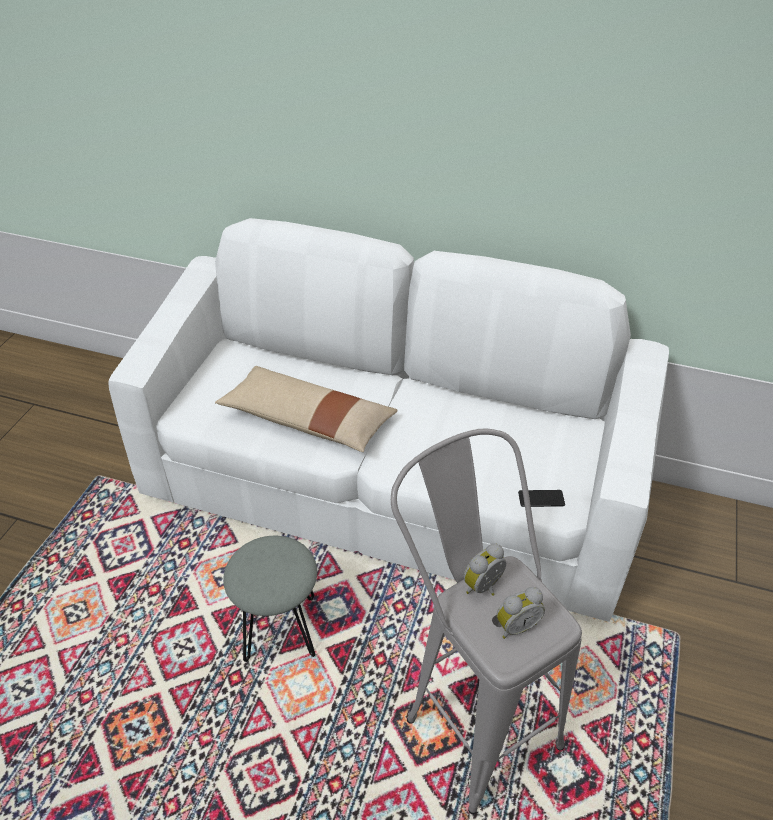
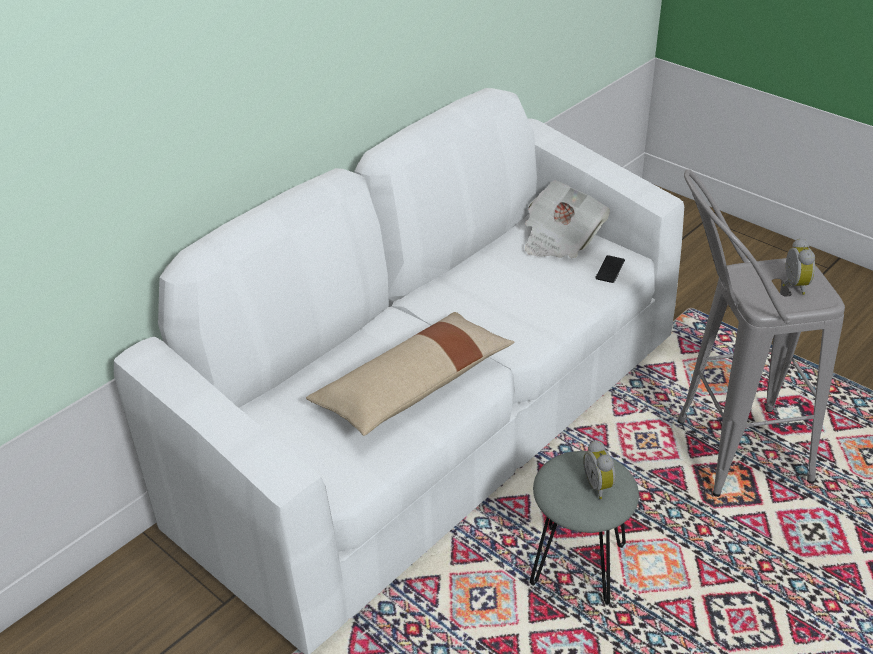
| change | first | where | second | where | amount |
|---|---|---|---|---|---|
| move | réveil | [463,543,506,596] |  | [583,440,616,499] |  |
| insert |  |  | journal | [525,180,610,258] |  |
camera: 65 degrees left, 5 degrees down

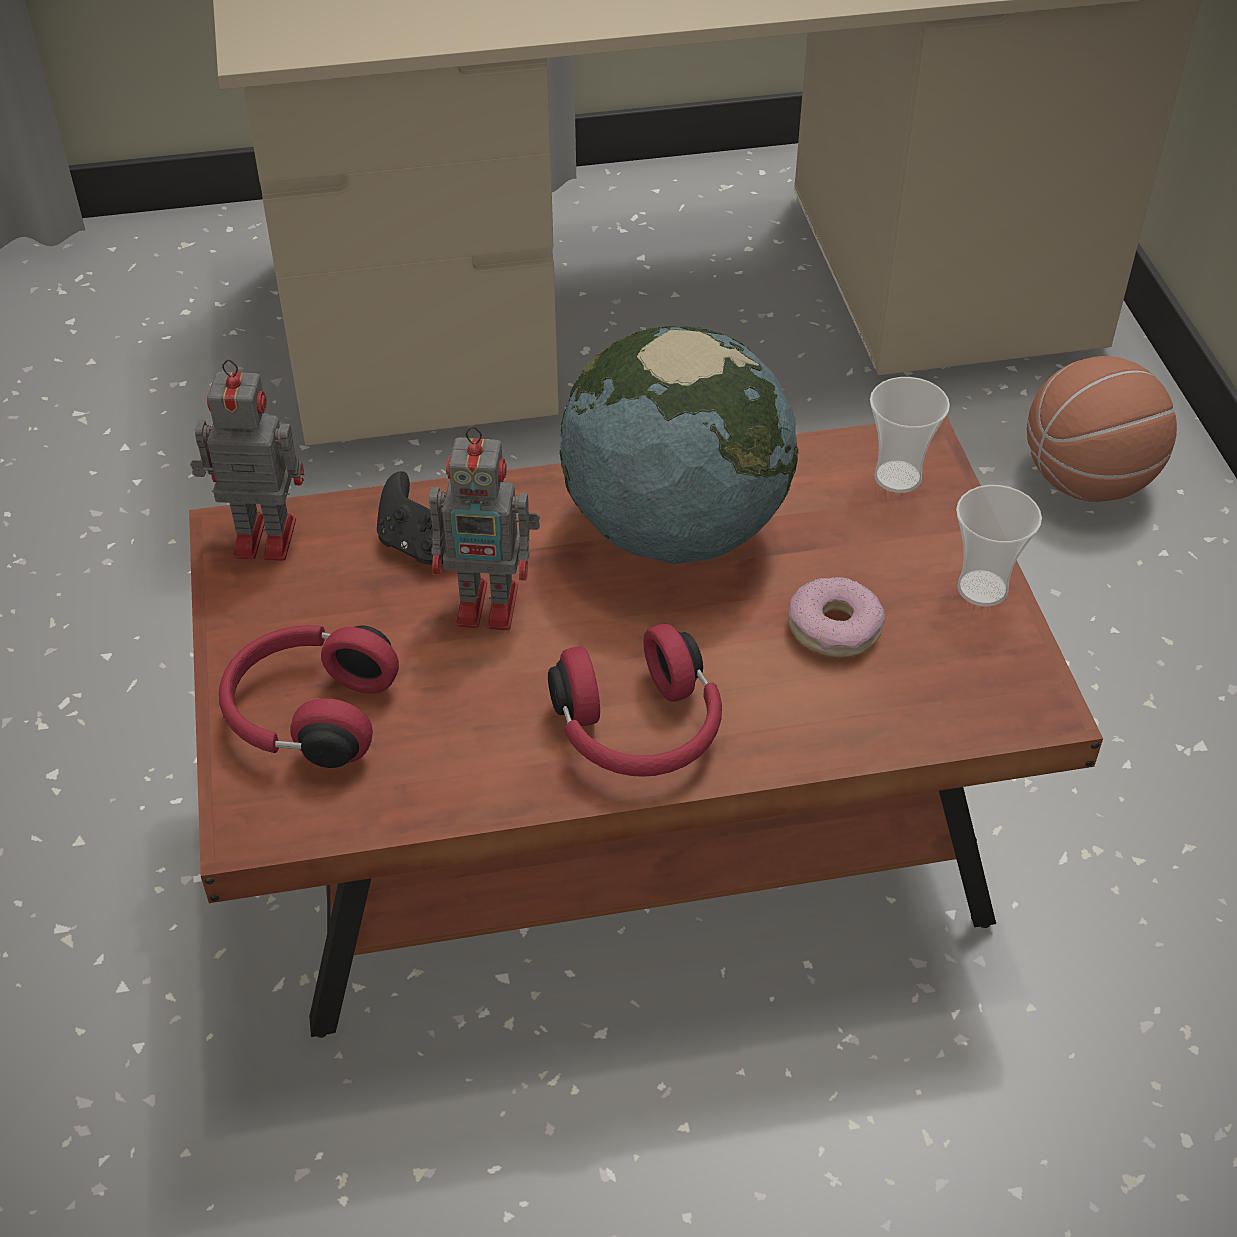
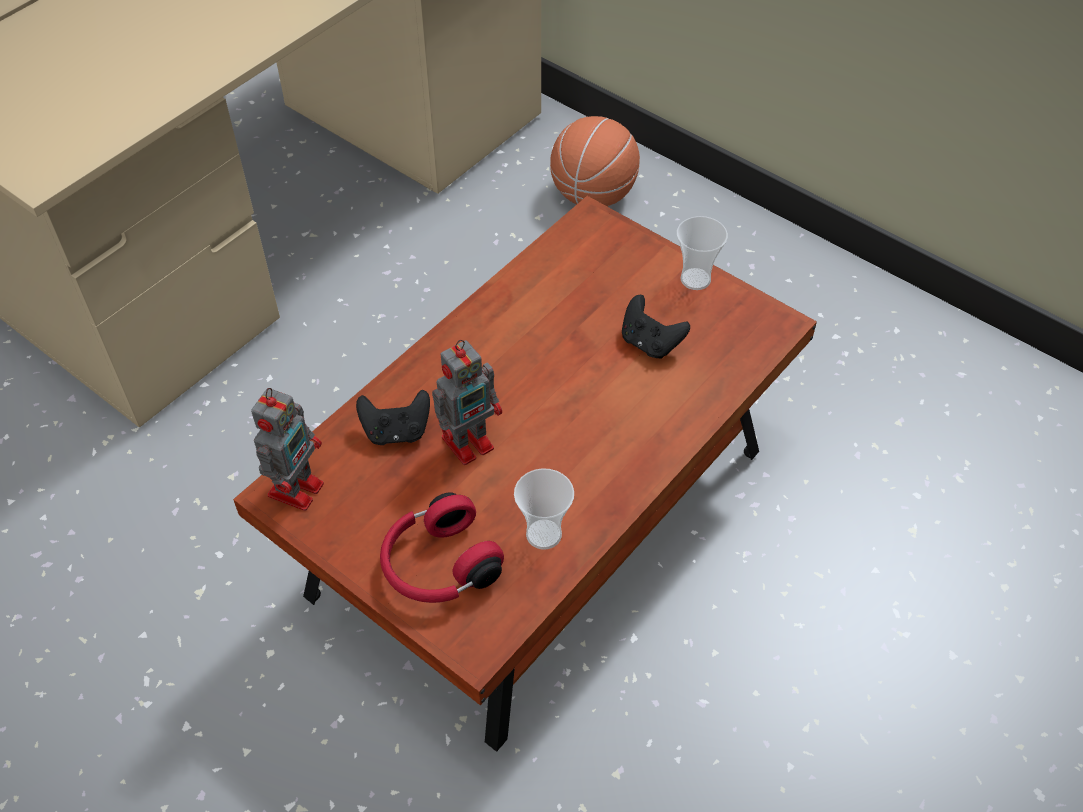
| change | first | where | second | where | amount |
|---|---|---|---|---|---|
| rotate | robot jouet | [190,359,305,561] |  | [251,388,324,511] | 150 degrees clockwise |
| delete | casque audio/rouge | [548,624,722,777] |  |  |  |
| delete | globe | [559,326,799,564] |  |  |  |
| replace | beignet | [788,577,885,658] | manette/noir | [622,295,690,359] |  |
| move | tasse | [870,377,950,493] |  | [514,468,574,550] |  |
camera: 40 degrees left, 5 degrees up

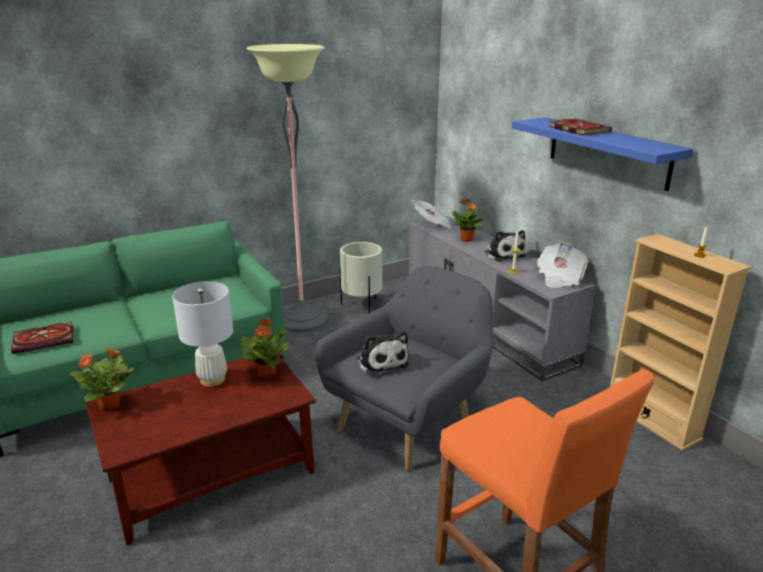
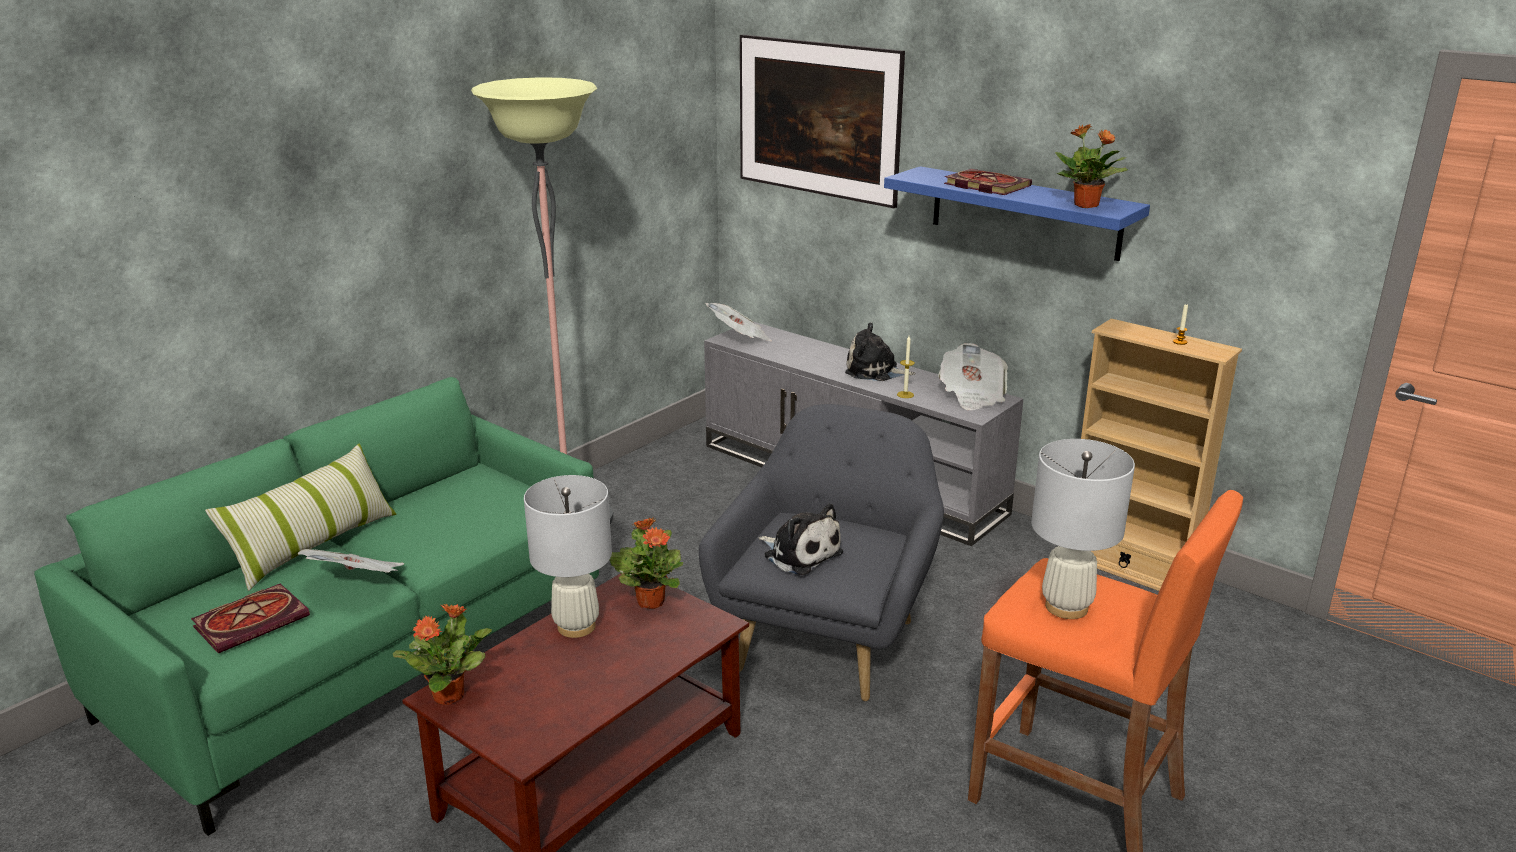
| change | first | where | second | where | amount |
|---|---|---|---|---|---|
| delete | cache-pot/beige | [340,242,382,313] |  |  |  |
| move | plante en pot | [452,199,487,242] |  | [1055,124,1128,208] |  |
| rotate | peluche | [485,230,526,262] |  | [845,322,916,381] | 150 degrees clockwise |
| insert |  |  | coussin | [205,444,396,591] |  |
| insert |  |  | journal | [298,549,405,573] |  |
| insert |  |  | tableau | [740,34,905,208] |  |
| insert |  |  | lampe de table/blanc | [1031,439,1135,619] |  |
camera: 20 degrees left, 0 degrees up

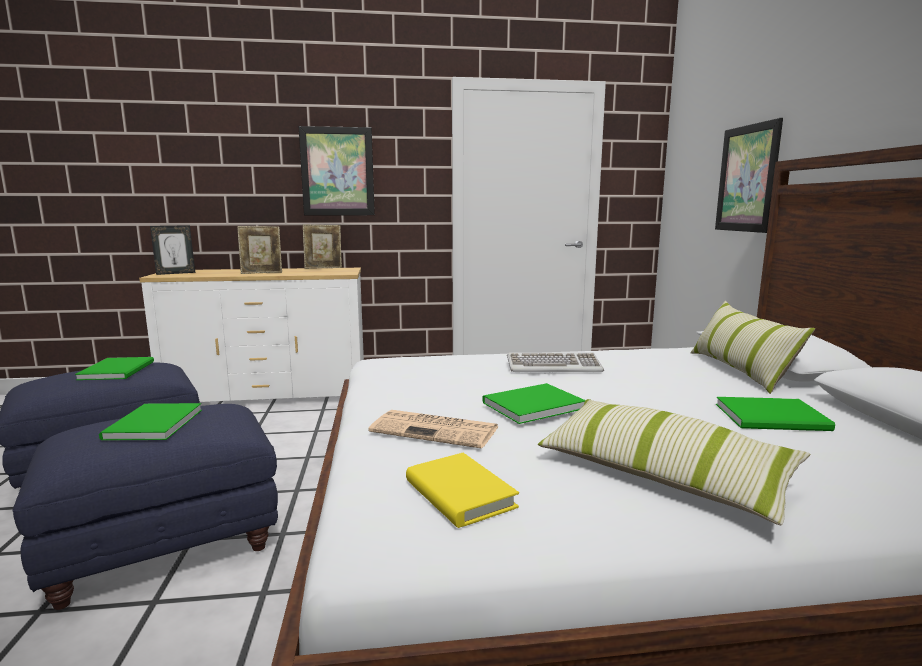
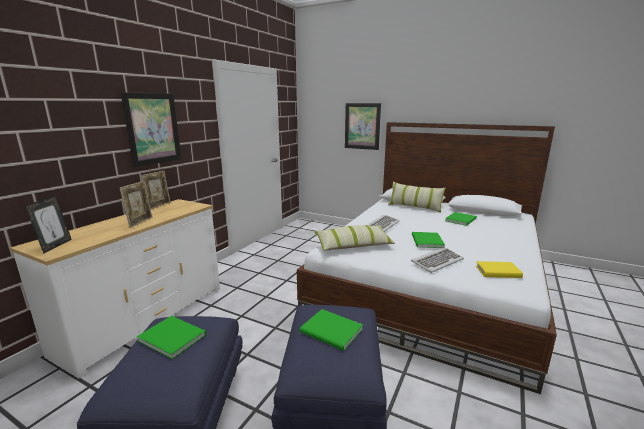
| change | first | where | second | where | amount |
|---|---|---|---|---|---|
| replace | journal | [368,410,499,449] | clavier | [411,248,464,273] |  |
| move | coussin | [538,399,810,525] |  | [314,225,395,251] |  |
camera: 55 degrees left, 5 degrees up

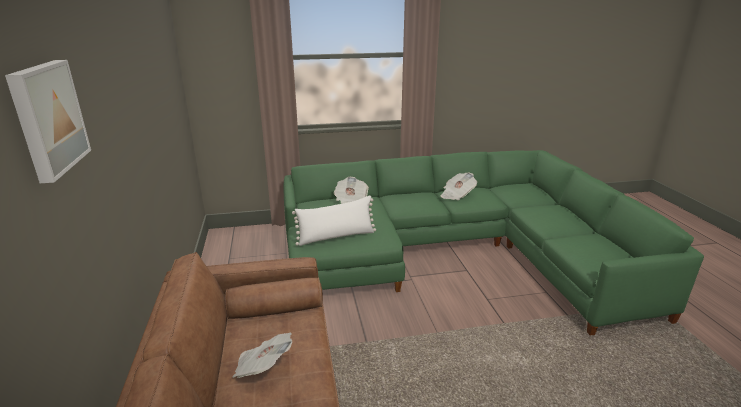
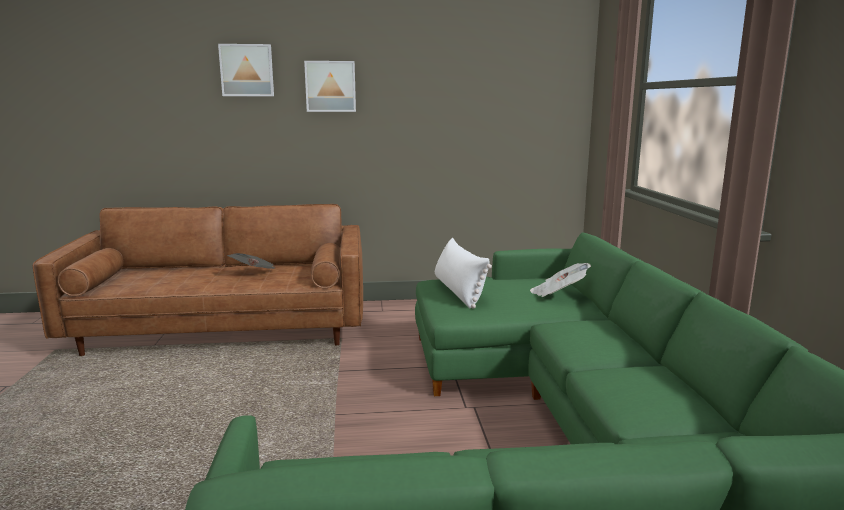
| change | first | where | second | where | amount |
|---|---|---|---|---|---|
| delete | journal | [441,173,477,200] |  |  |  |
| insert |  |  | tableau | [304,61,356,112] |  |
camera: 95 degrees right, 10 degrees down

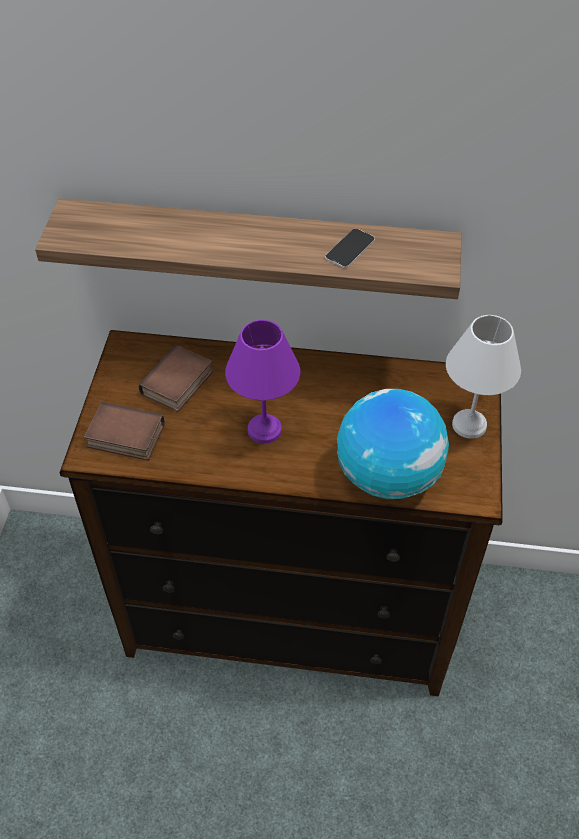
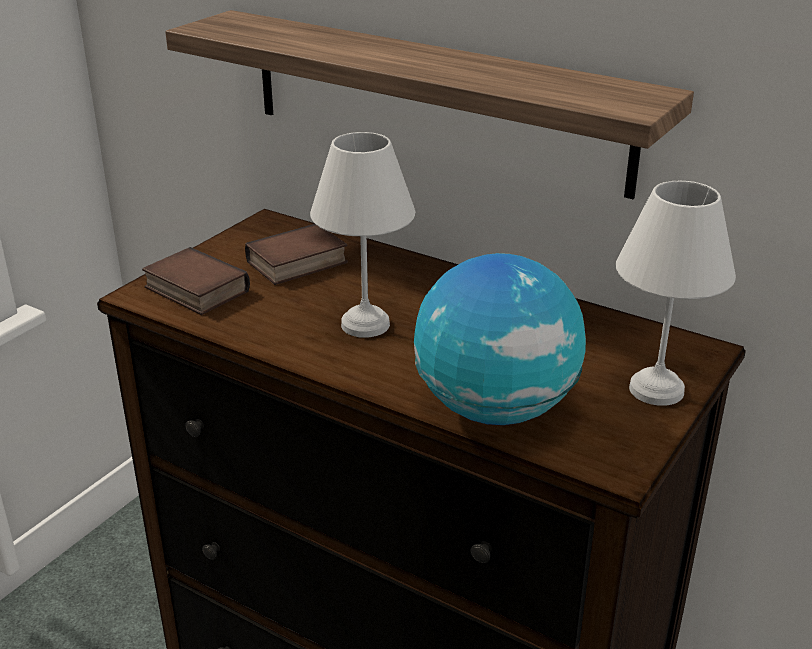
| change | first | where | second | where | amount |
|---|---|---|---|---|---|
| recolor | lampe de table/violet | [225,320,300,444] | lampe de table/blanc | [310,132,415,338] |  |
| delete | téléphone | [325,228,375,268] |  |  |  |
camera: 25 degrees right, 20 degrees down

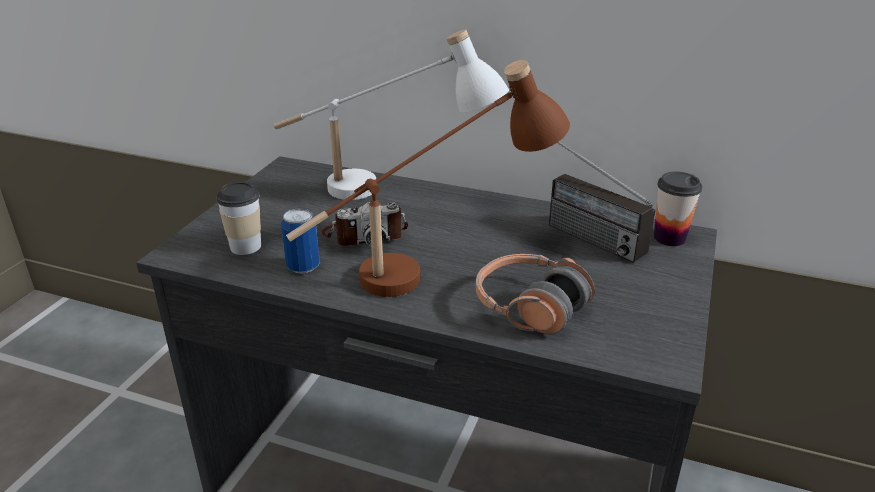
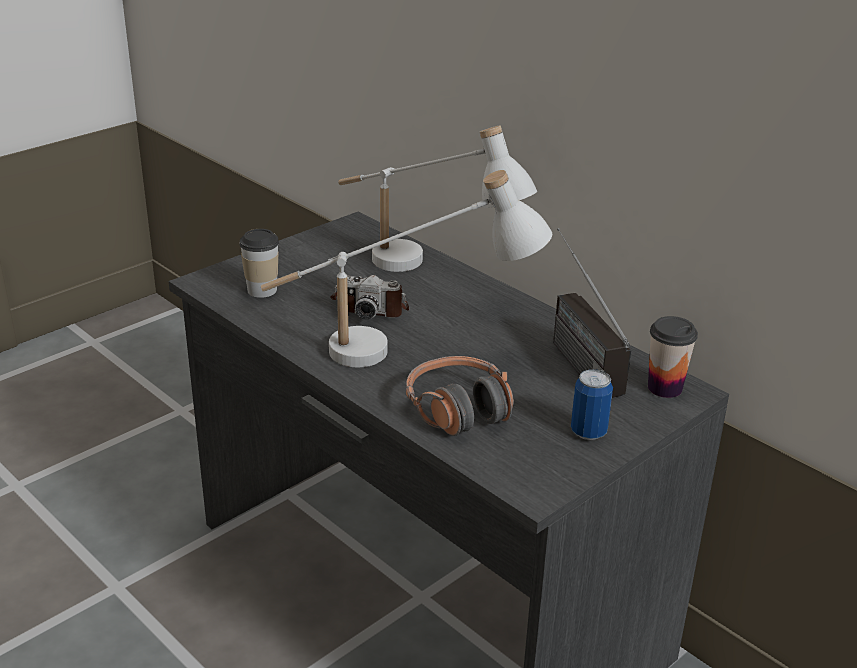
| change | first | where | second | where | amount |
|---|---|---|---|---|---|
| move | boîte métallique | [281,208,320,274] |  | [571,369,613,440] |  |
| recolor | lampe de table/marron | [286,60,570,297] | lampe de table/blanc | [261,170,552,367] |  |
camera: 25 degrees right, 0 degrees up

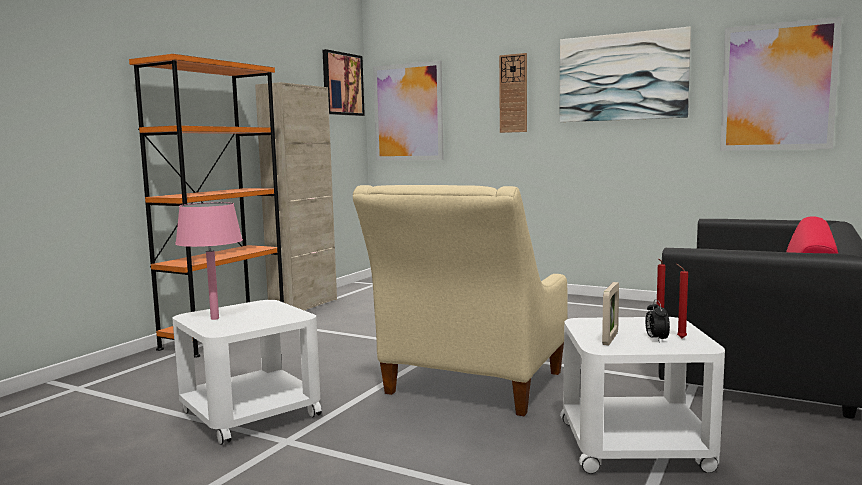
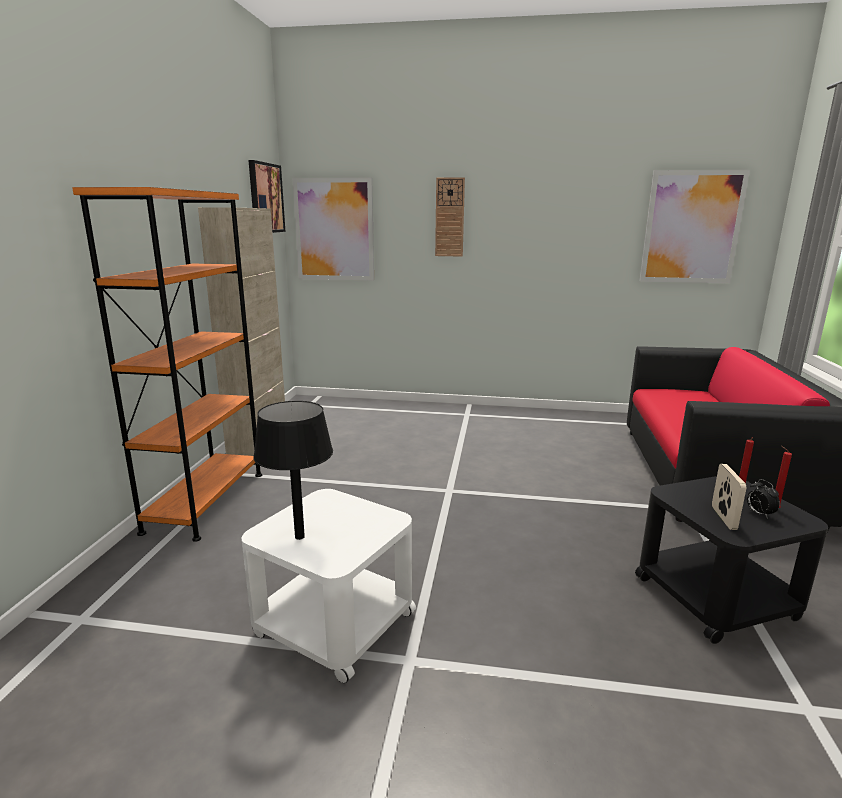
| change | first | where | second | where | amount |
|---|---|---|---|---|---|
| recolor | lampe de table/rose | [175,202,243,320] | lampe de table/noir | [253,401,333,540] |  |
| delete | fauteuil/beige | [353,185,568,416] |  |  |  |
| delete | tableau | [560,27,691,122] |  |  |  |
| recolor | table d'appoint/blanc | [560,317,725,474] | table d'appoint/noir | [635,476,828,644] |  |
camera: 20 degrees left, 10 degrees up

